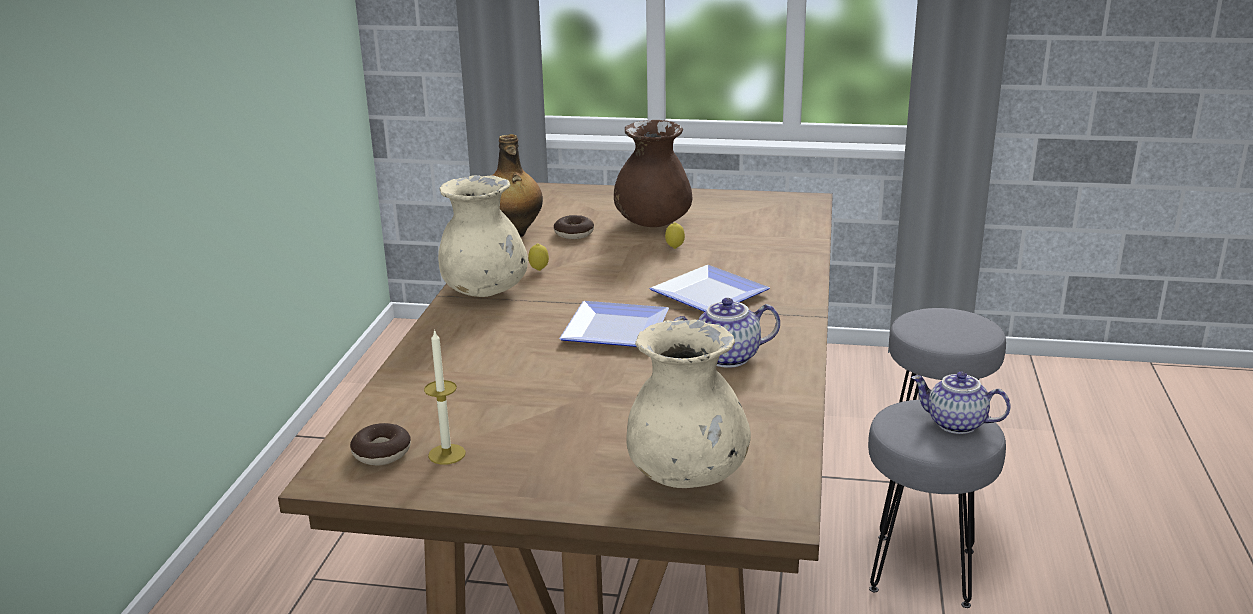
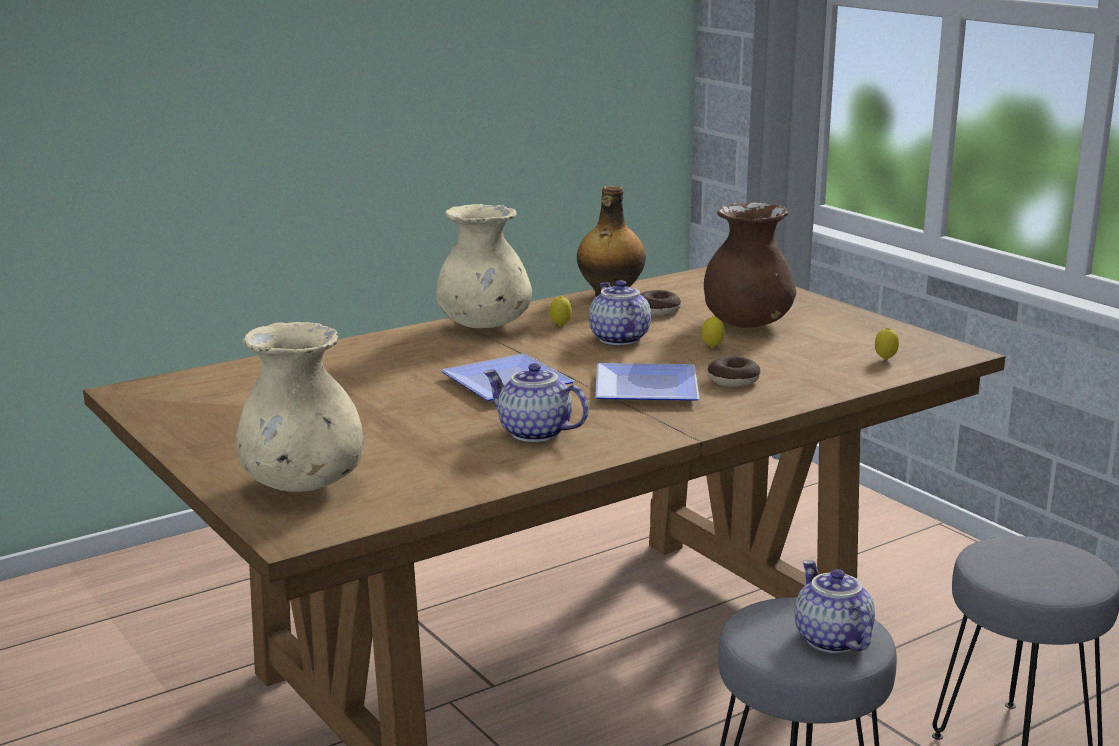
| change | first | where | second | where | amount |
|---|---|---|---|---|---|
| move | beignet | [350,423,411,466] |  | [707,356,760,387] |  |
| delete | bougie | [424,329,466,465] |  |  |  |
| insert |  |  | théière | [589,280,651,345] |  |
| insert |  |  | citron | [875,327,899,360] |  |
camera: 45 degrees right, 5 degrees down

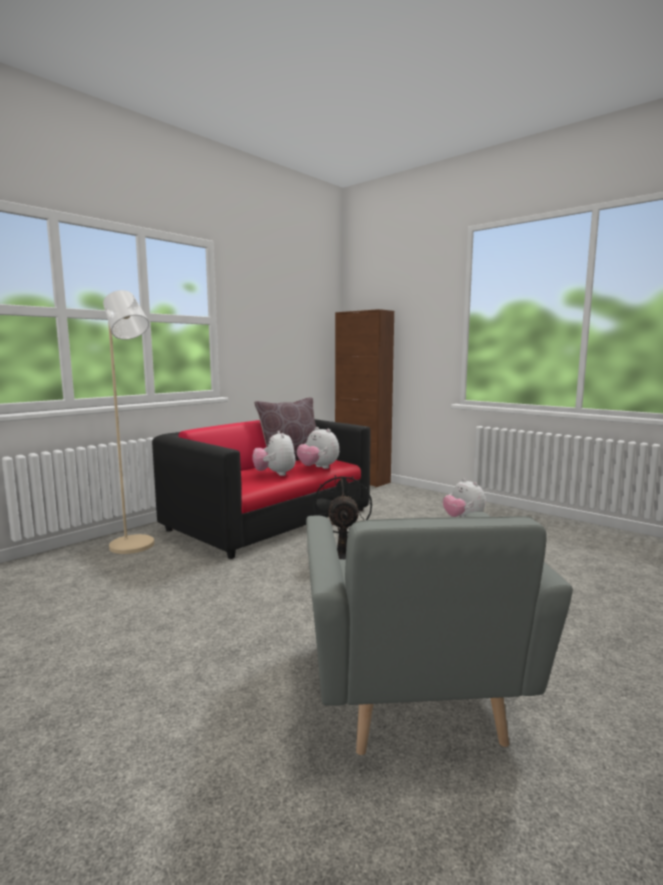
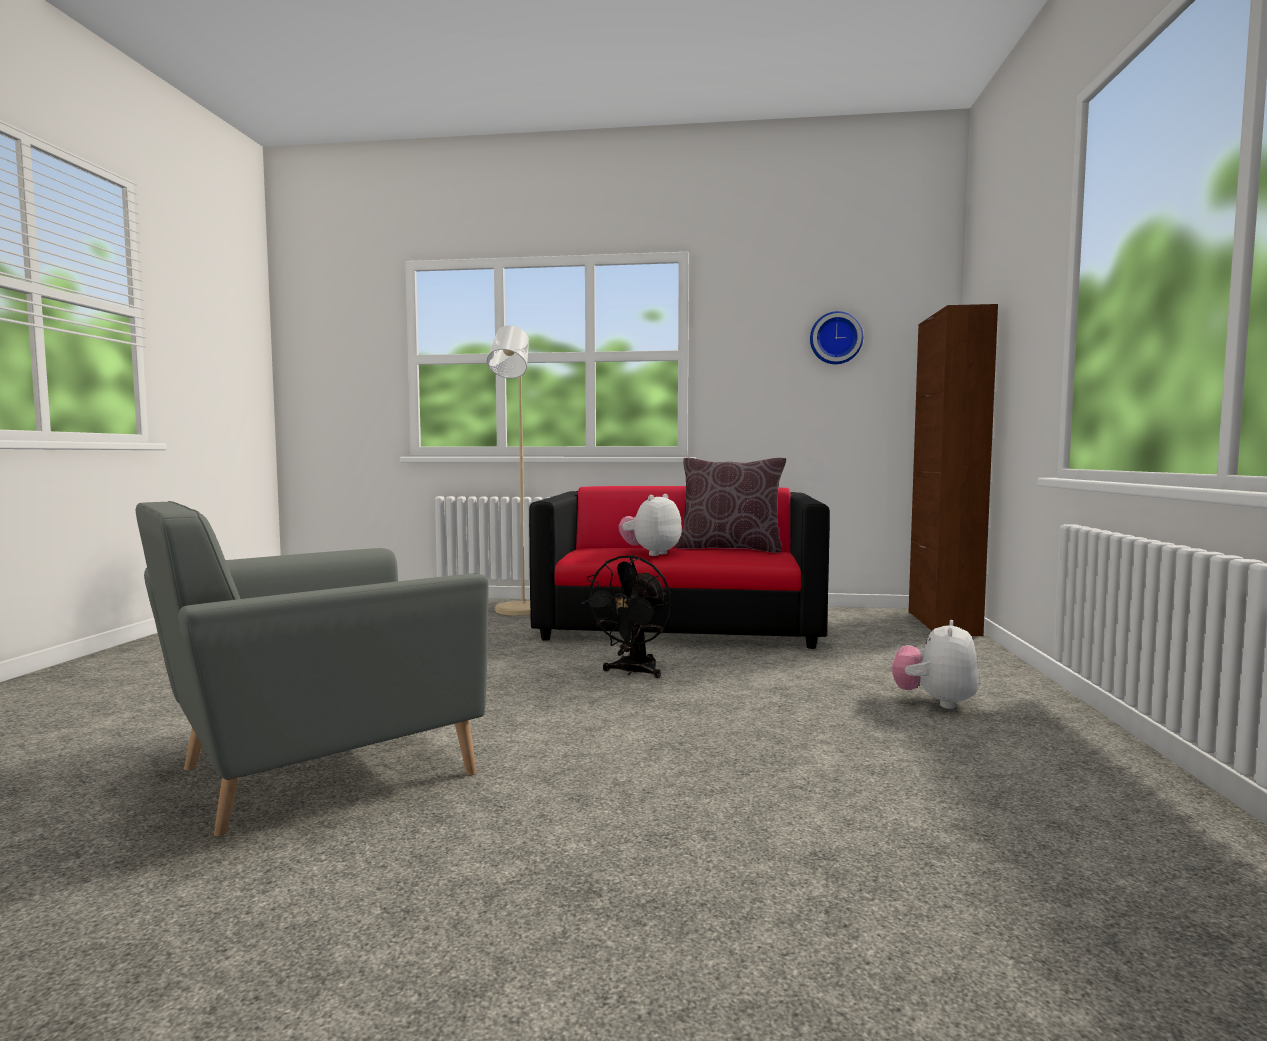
| change | first | where | second | where | amount |
|---|---|---|---|---|---|
| delete | peluche | [297,427,339,469] |  |  |  |
| rotate | ventilateur/noir | [313,475,372,559] |  | [581,555,672,678] | 150 degrees clockwise |
| insert |  |  | horloge murale | [810,311,863,364] |  |
camera: 55 degrees right, 5 degrees down

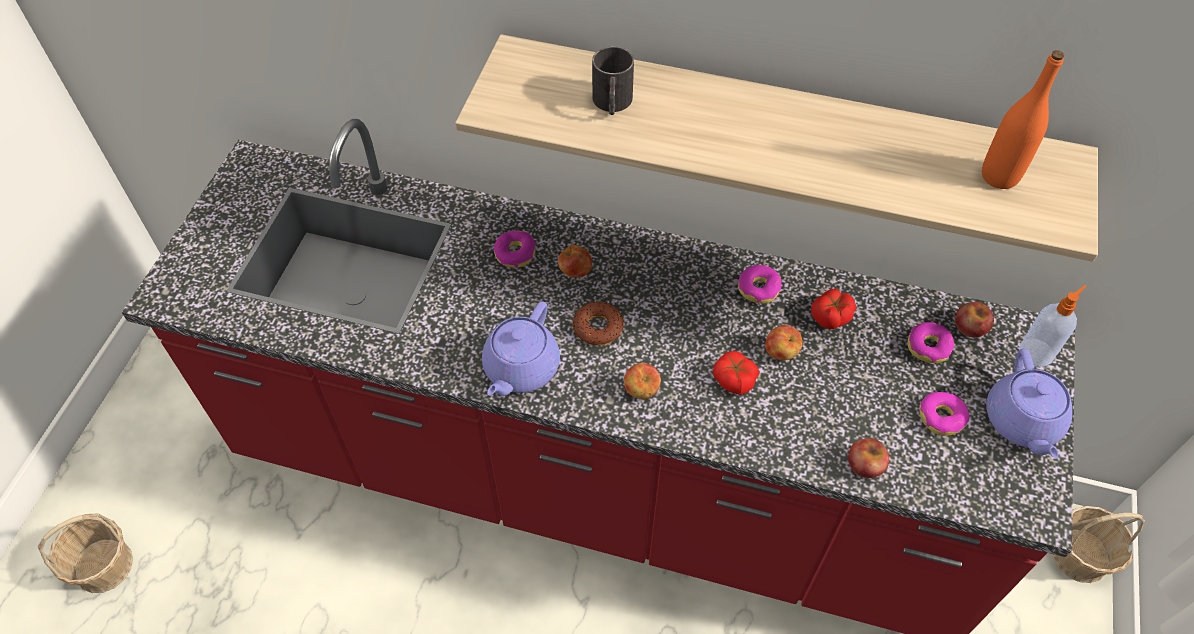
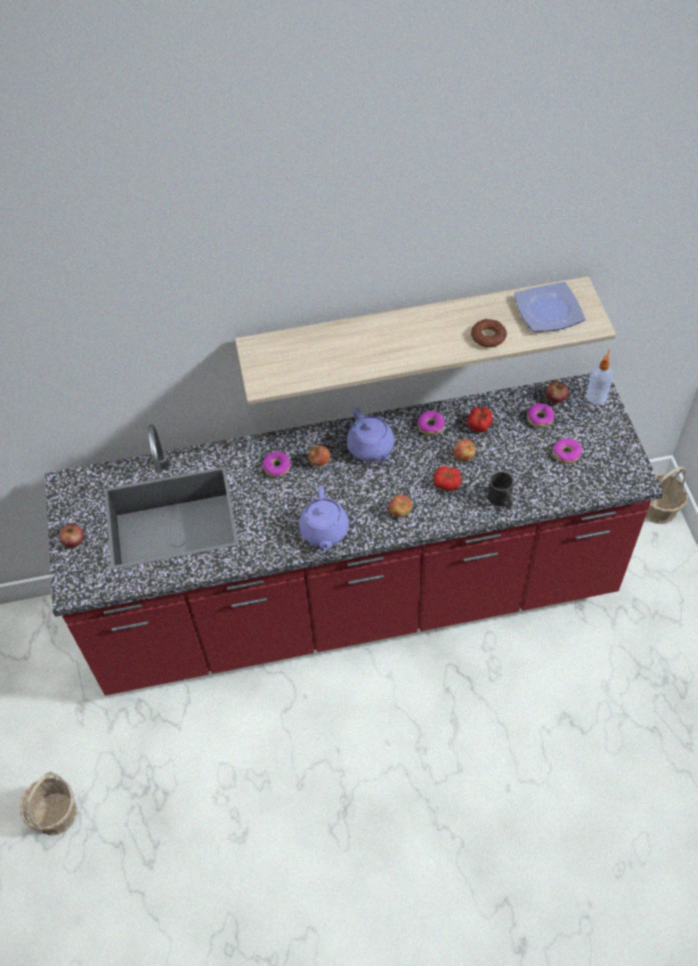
| change | first | where | second | where | amount |
|---|---|---|---|---|---|
| move | beignet | [573,301,624,345] |  | [471,319,507,348] |  |
| move | mug/noir | [592,46,634,115] |  | [488,471,514,509] |  |
| move | pomme | [848,438,889,478] |  | [59,524,84,548] |  |
| replace | bouteille/orange | [982,50,1064,189] | assiette | [514,282,585,332] |  |
| move | théière/violet | [986,349,1072,459] |  | [347,408,394,462] |  |
camera: 25 degrees left, 0 degrees up

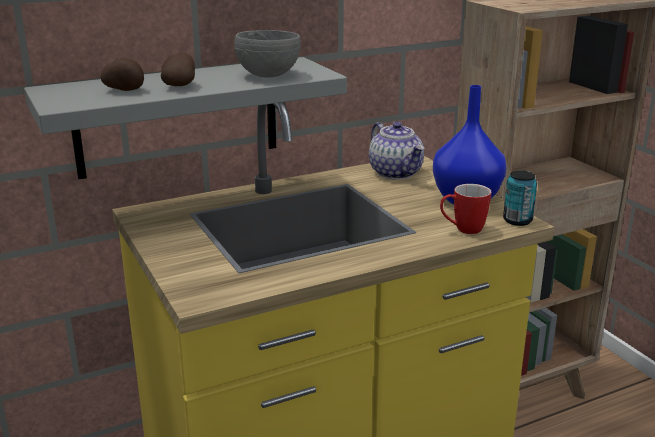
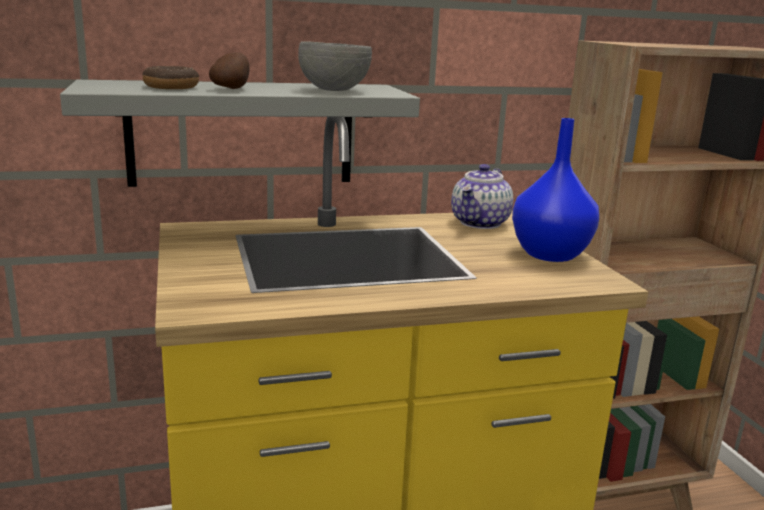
| change | first | where | second | where | amount |
|---|---|---|---|---|---|
| replace | pomme de terre | [101,58,144,91] | beignet | [142,66,199,89] |  |
| rotate | théière | [369,121,424,179] |  | [451,164,513,229] | 45 degrees clockwise |
| delete | mug | [440,184,491,234] |  |  |  |
| delete | boîte métallique | [503,170,537,226] |  |  |  |
camera: 10 degrees right, 5 degrees down

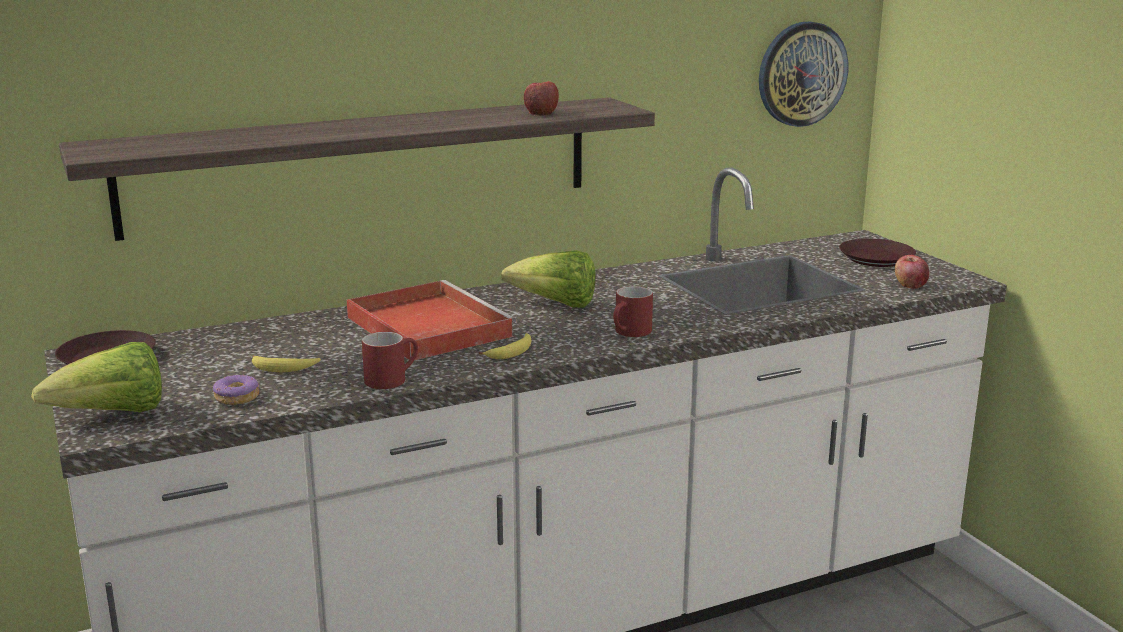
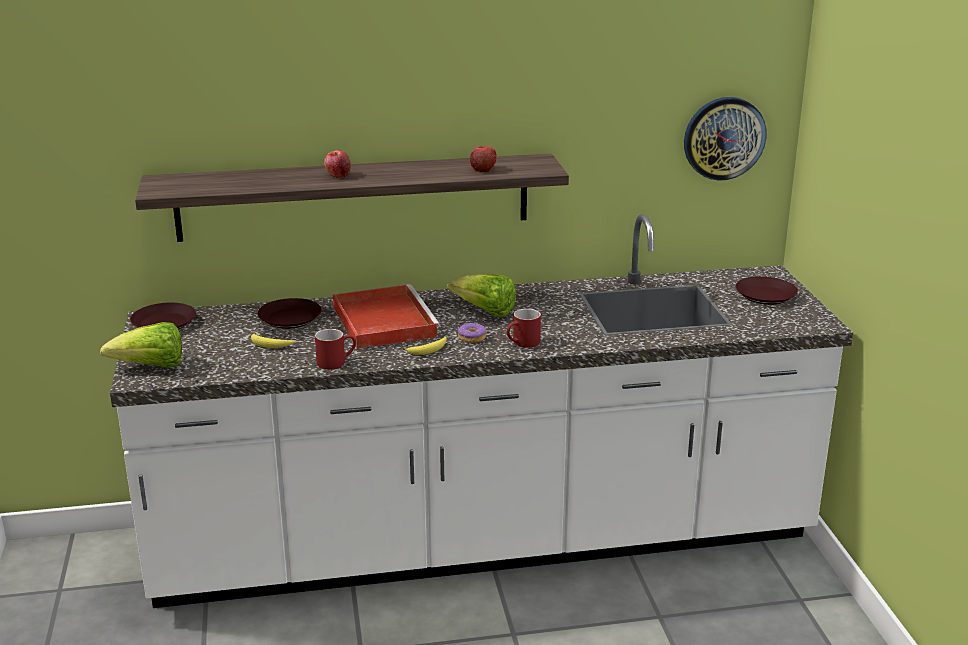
| change | first | where | second | where | amount |
|---|---|---|---|---|---|
| move | beignet | [213,375,260,405] |  | [458,323,487,343] |  |
| move | pomme | [895,255,929,289] |  | [324,150,351,178] |  |
| insert |  |  | assiette/marron | [257,298,322,329] |  |
camera: 15 degrees right, 5 degrees up

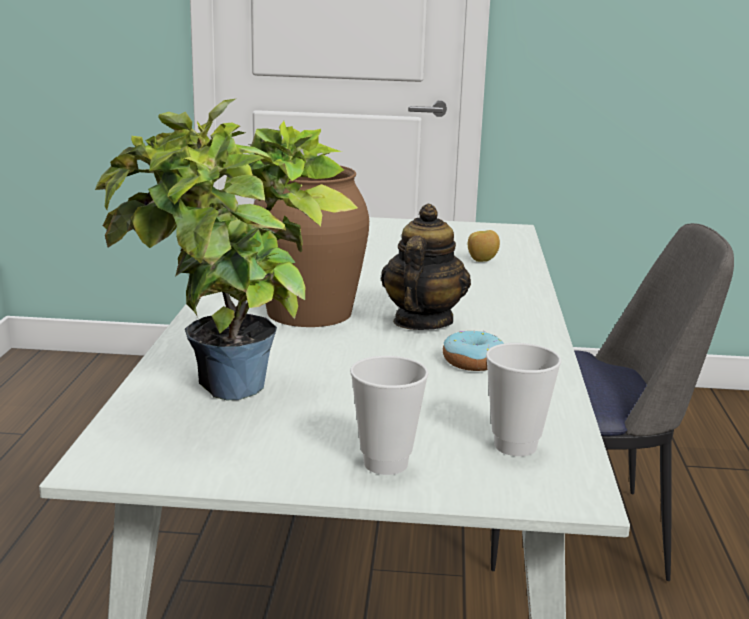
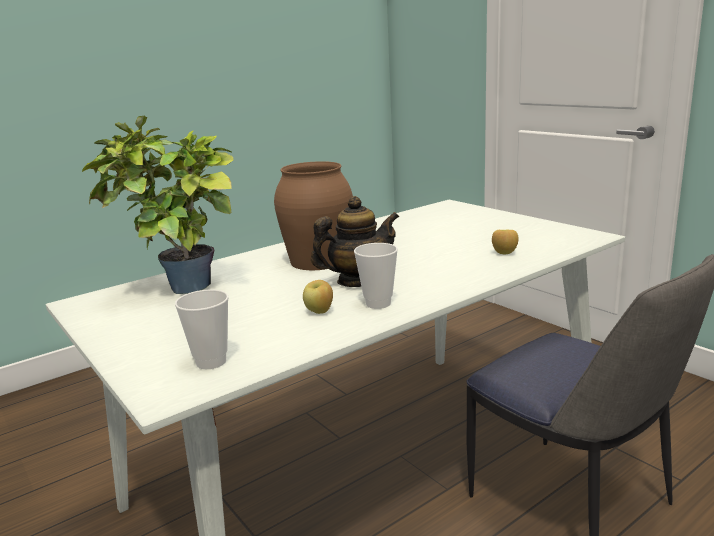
| change | first | where | second | where | amount |
|---|---|---|---|---|---|
| move | tasse | [350,356,429,475] |  | [354,243,398,309] |  |
| replace | beignet | [443,330,504,371] | pomme | [303,280,333,314] |  |
camera: 50 degrees right, 0 degrees up

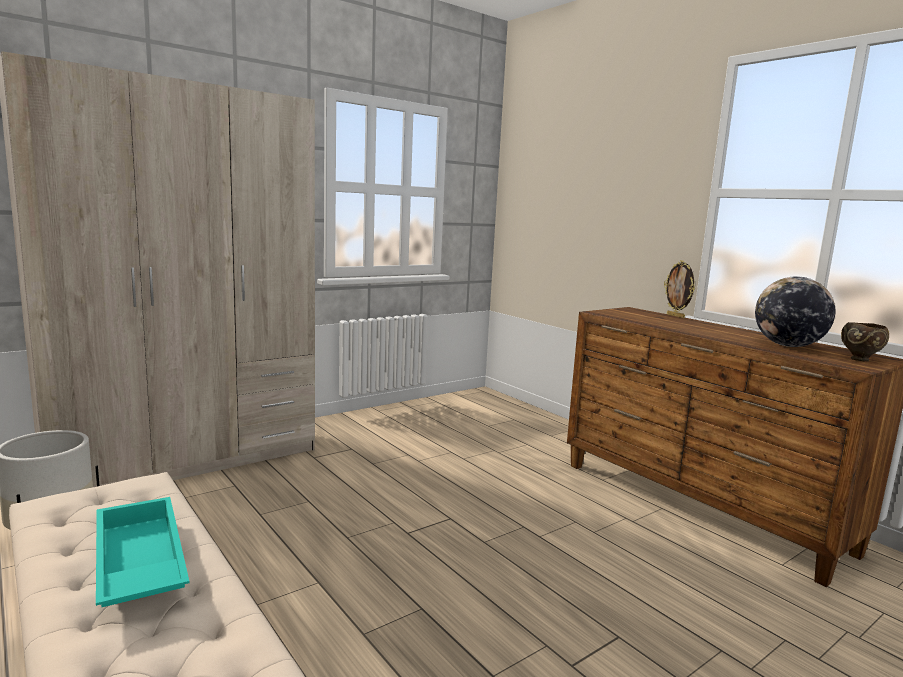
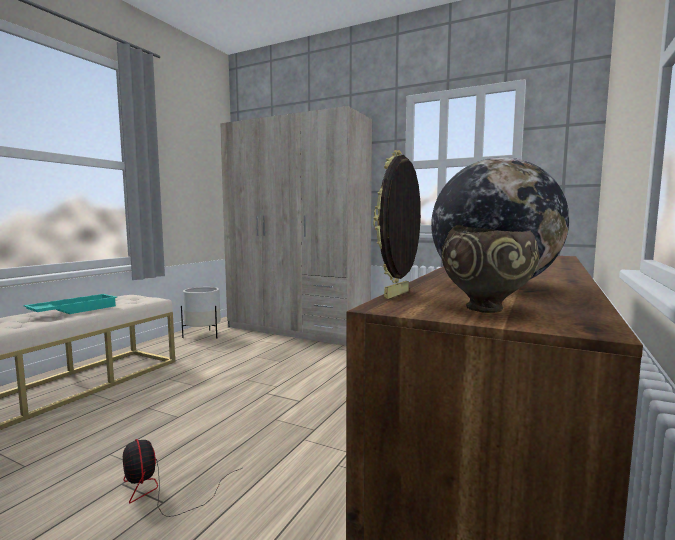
| change | first | where | second | where | amount |
|---|---|---|---|---|---|
| move | cadre photo | [664,260,695,318] |  | [373,150,421,299] |  |
| insert |  |  | ventilateur | [123,439,242,517] |  |
camera: 65 degrees right, 5 degrees down

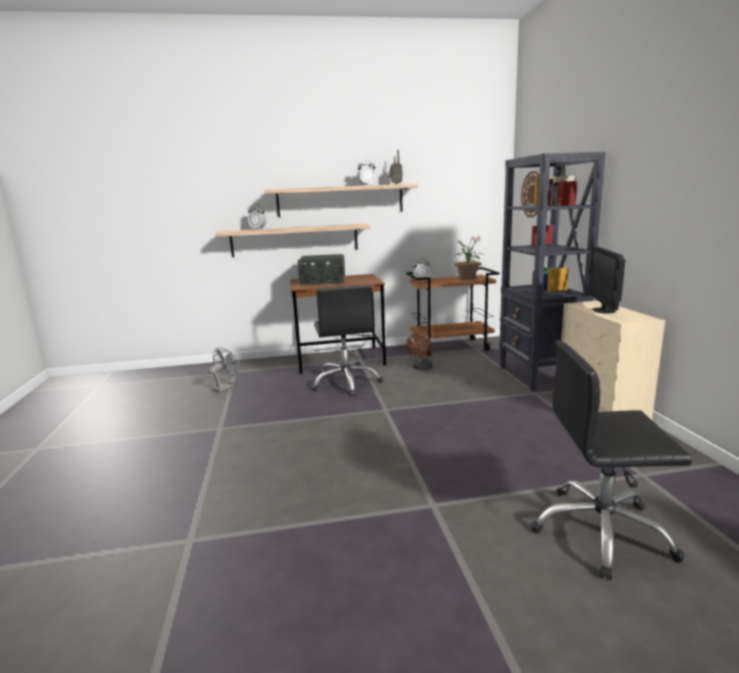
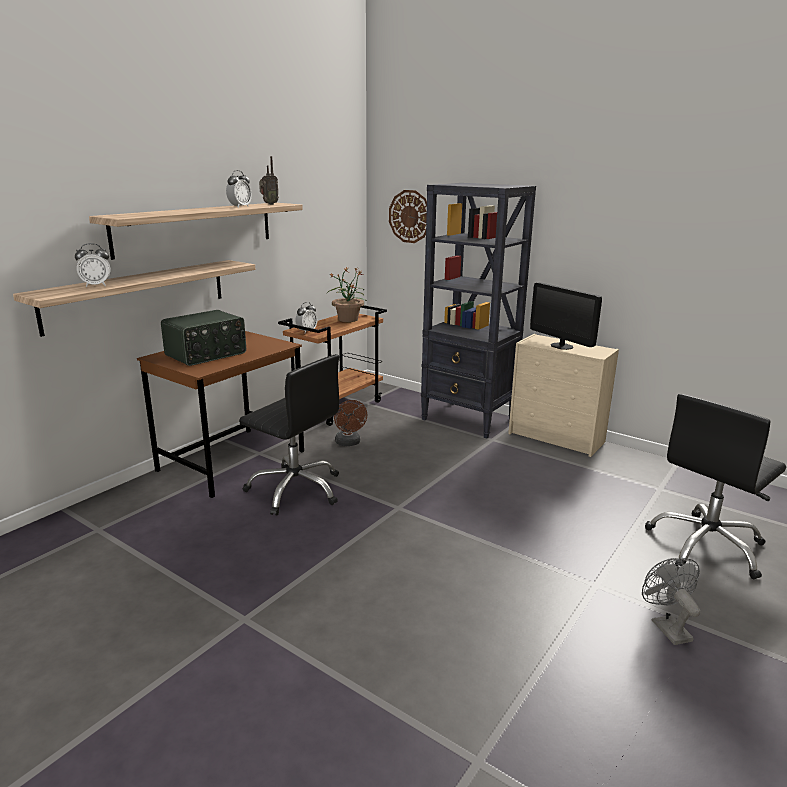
| change | first | where | second | where | amount |
|---|---|---|---|---|---|
| move | ventilateur/gris | [208,347,238,392] |  | [642,558,700,645] |  |
camera: 45 degrees left, 5 degrees up

